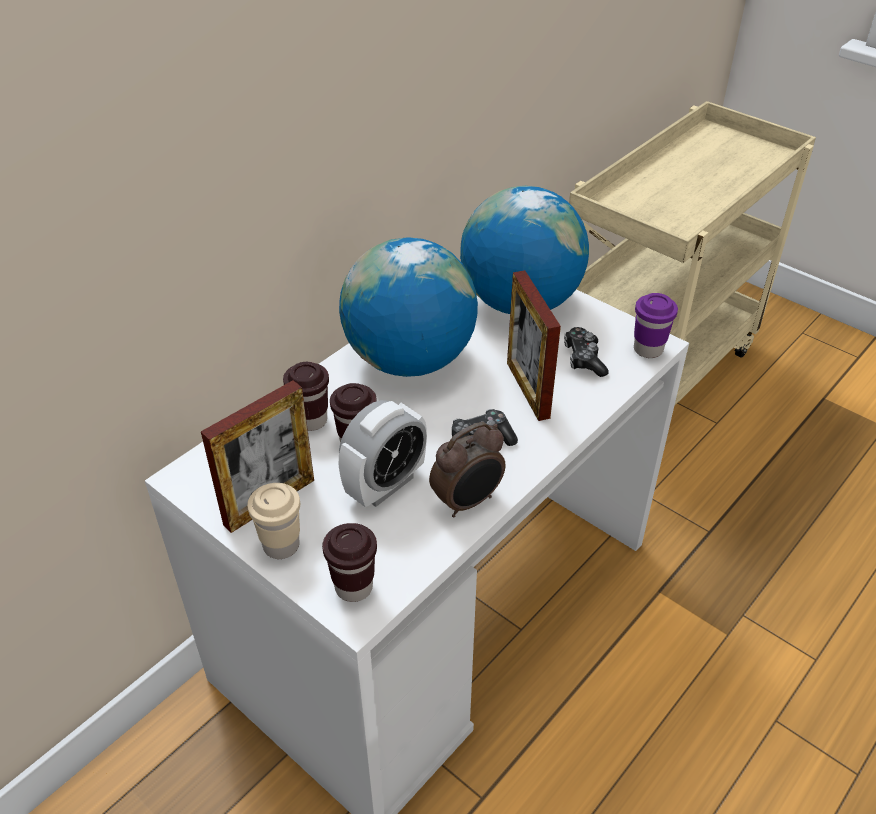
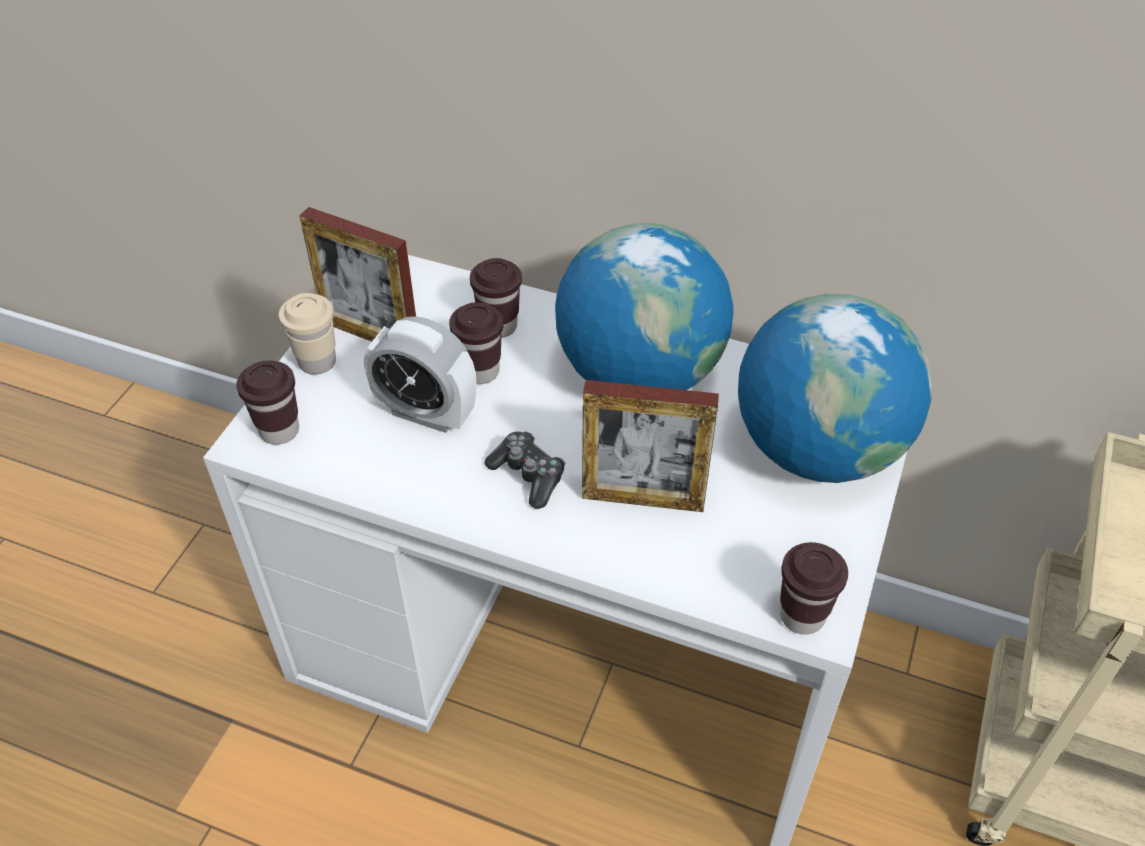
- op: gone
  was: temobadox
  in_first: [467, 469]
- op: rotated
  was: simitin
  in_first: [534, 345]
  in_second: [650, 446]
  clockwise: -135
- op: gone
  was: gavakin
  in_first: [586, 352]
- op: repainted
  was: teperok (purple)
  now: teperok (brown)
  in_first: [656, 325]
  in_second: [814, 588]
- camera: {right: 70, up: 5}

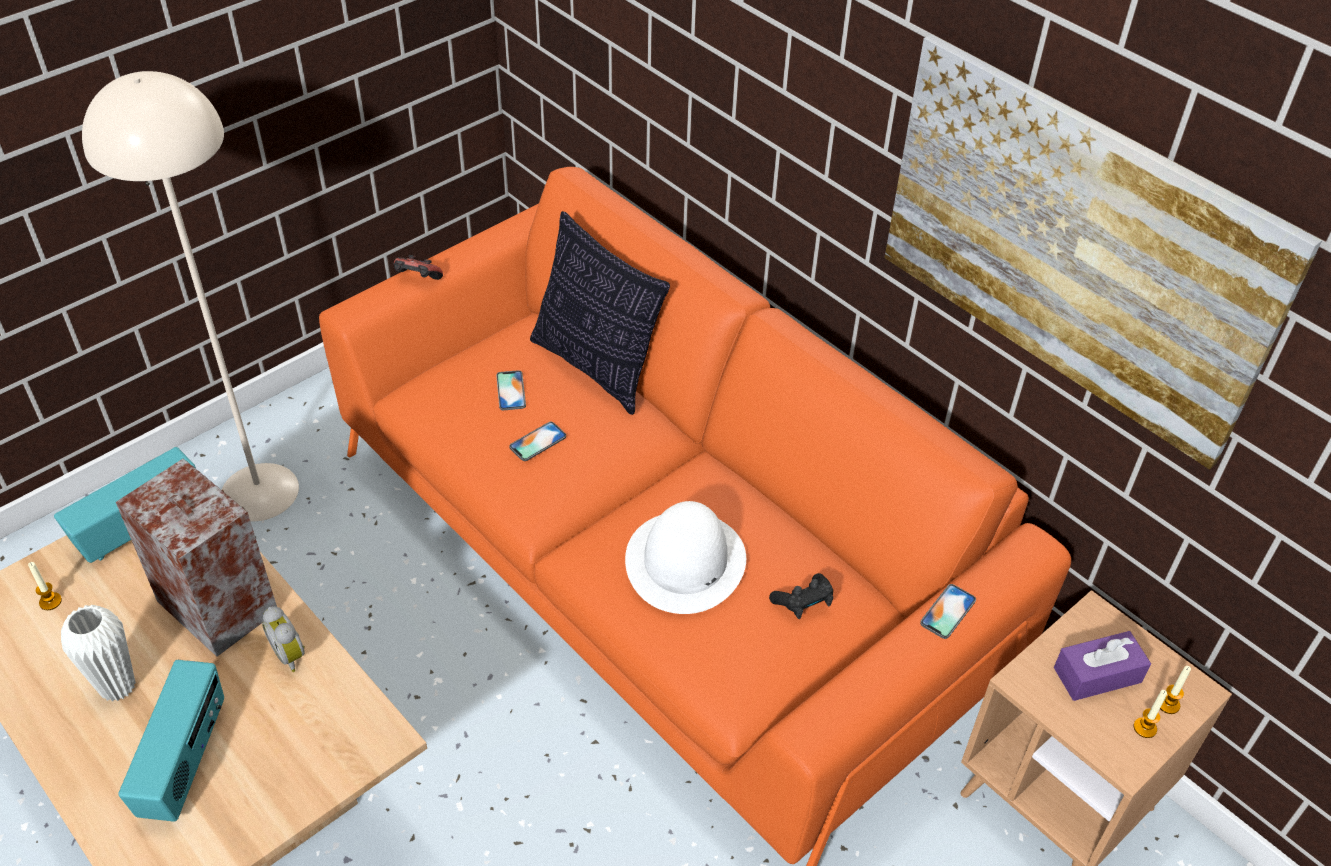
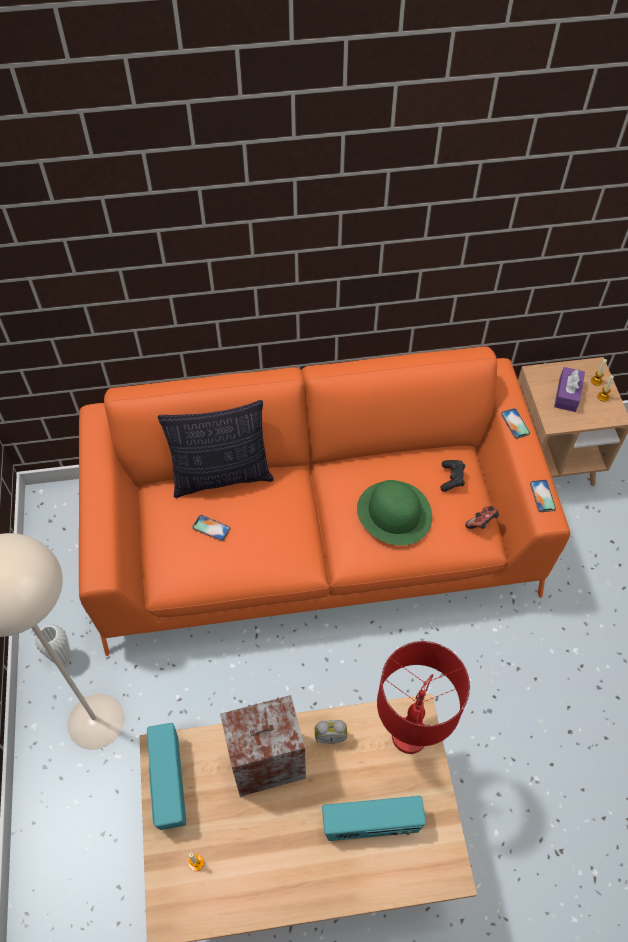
- op: shifted
  was: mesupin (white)
  in_first: [98, 653]
  in_second: [53, 645]
- op: rotated
  was: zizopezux
  in_first: [171, 741]
  in_second: [374, 818]
  clockwise: 135
- op: shifted
  was: gavakin
  in_first: [418, 267]
  in_second: [482, 517]
- op: shifted
  was: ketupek
  in_first: [537, 441]
  in_second: [543, 496]
- op: repainted
  was: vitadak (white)
  now: vitadak (green)
  in_first: [685, 557]
  in_second: [394, 513]
- op: gone
  was: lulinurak
  in_first: [1103, 252]
- op: new
  now: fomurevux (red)
  in_second: [423, 697]
- camera: {right: -55, up: 10}

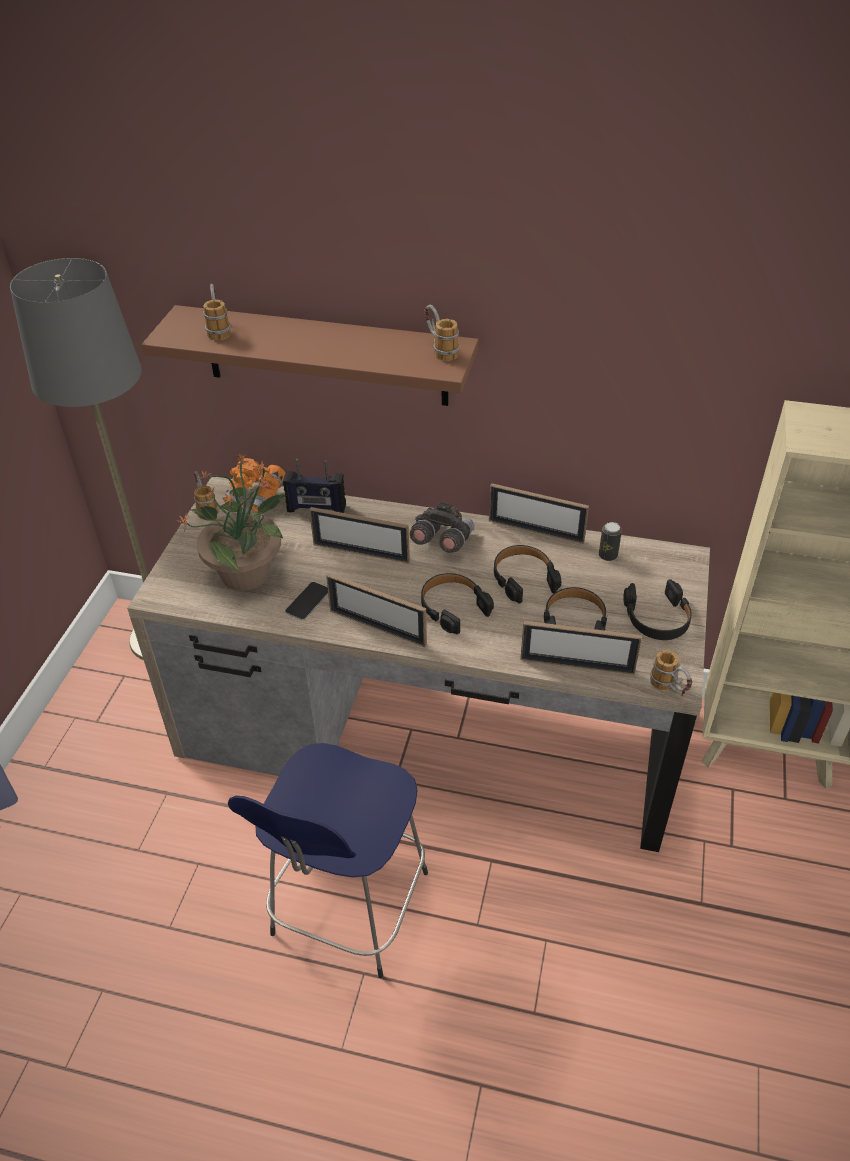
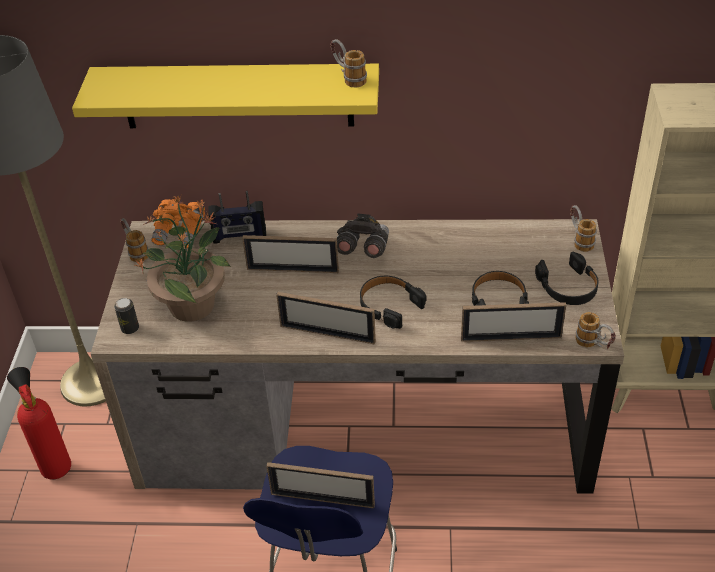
- op: repainted
  was: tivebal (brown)
  now: tivebal (yellow)
  in_first: [310, 355]
  in_second: [225, 96]
- op: shifted
  was: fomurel
  in_first: [217, 312]
  in_second: [583, 228]
- op: gone
  was: ketupek
  in_first: [306, 601]
- op: shifted
  was: simitin
  in_first: [539, 513]
  in_second: [320, 485]
- op: gone
  was: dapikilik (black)
  in_first: [527, 574]
- op: shifted
  was: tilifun
  in_first: [610, 541]
  in_second: [126, 316]
- op: new
  now: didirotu
  in_second: [39, 423]
- camera: {right: -10, up: 0}

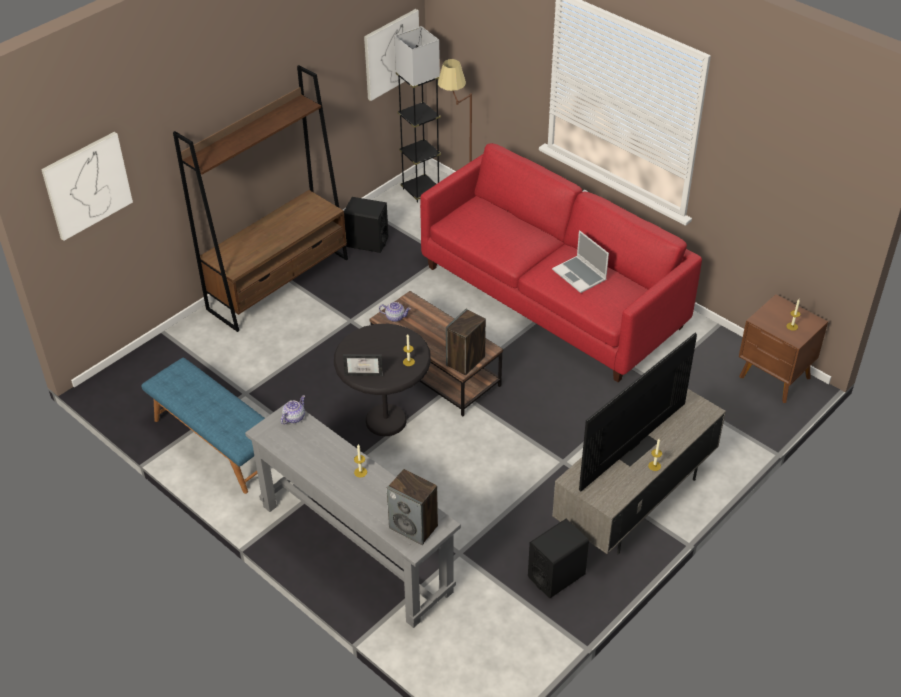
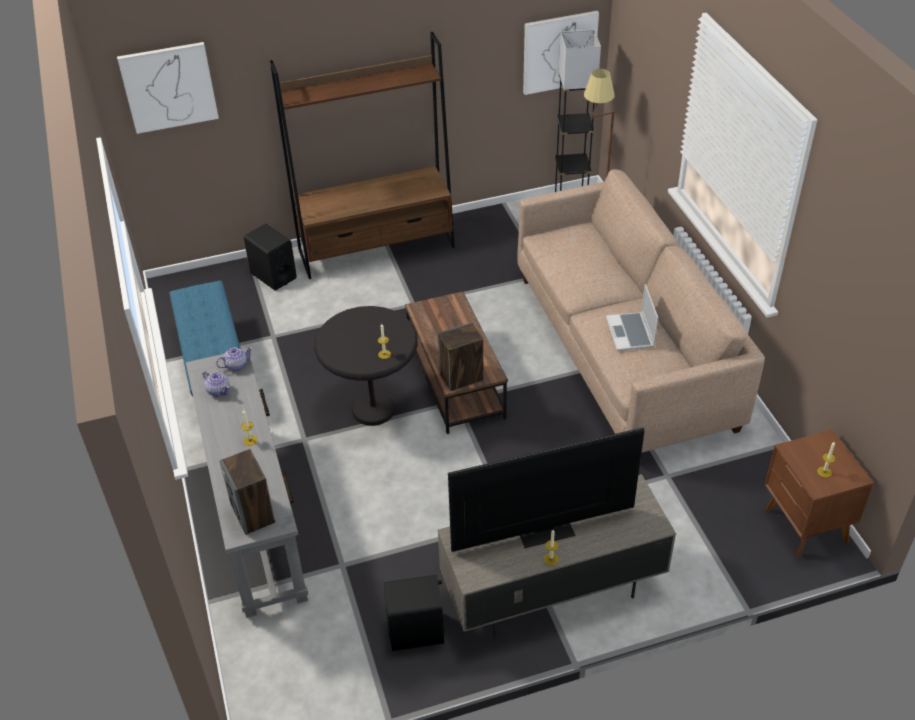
- op: gone
  was: simitin
  in_first: [363, 365]
- op: shifted
  was: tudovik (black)
  in_first: [366, 225]
  in_second: [270, 257]
- op: shifted
  was: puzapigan
  in_first: [395, 312]
  in_second: [216, 384]
- op: repainted
  was: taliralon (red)
  now: taliralon (beige)
  in_first: [561, 262]
  in_second: [641, 311]
- camera: {right: 30, up: 0}

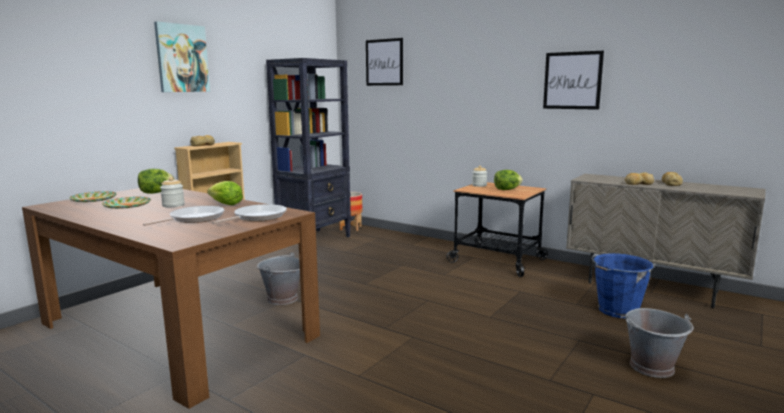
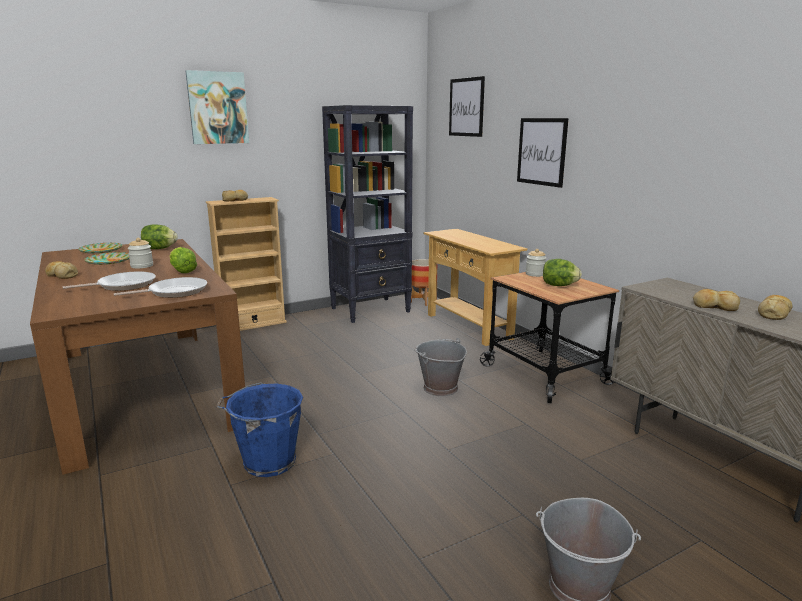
- op: shifted
  was: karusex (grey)
  in_first: [278, 279]
  in_second: [441, 367]
- op: shifted
  was: lulinurak
  in_first: [573, 80]
  in_second: [542, 153]
- op: shifted
  was: karusex (blue)
  in_first: [622, 285]
  in_second: [259, 429]
- op: new
  now: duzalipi
  in_second: [61, 270]
- op: new
  now: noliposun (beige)
  in_second: [475, 287]
- camera: {right: 25, up: 5}

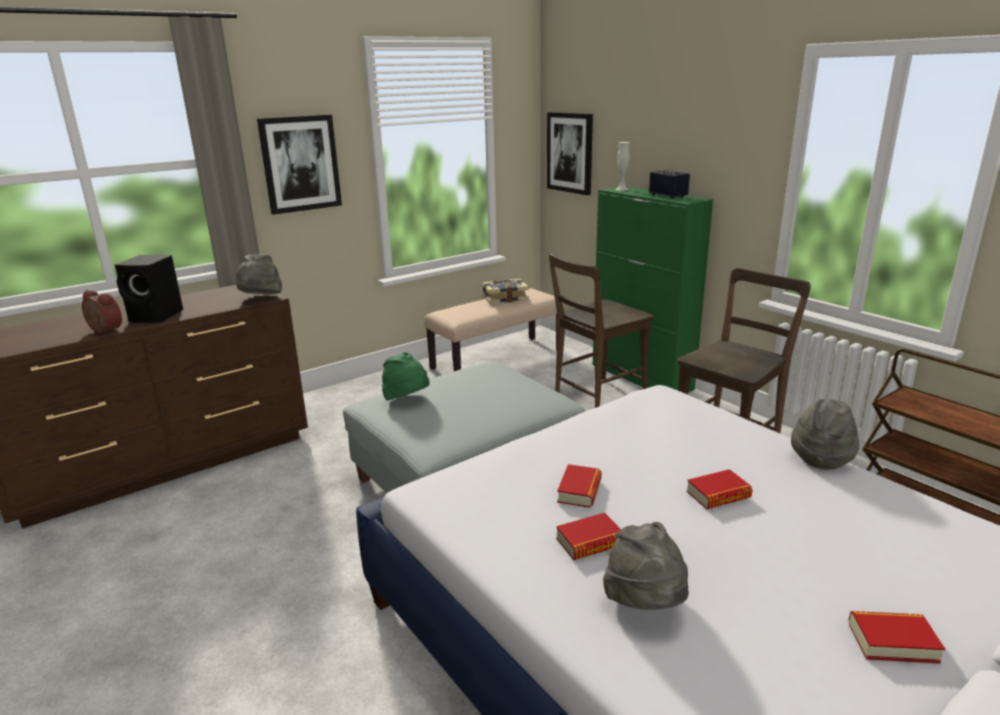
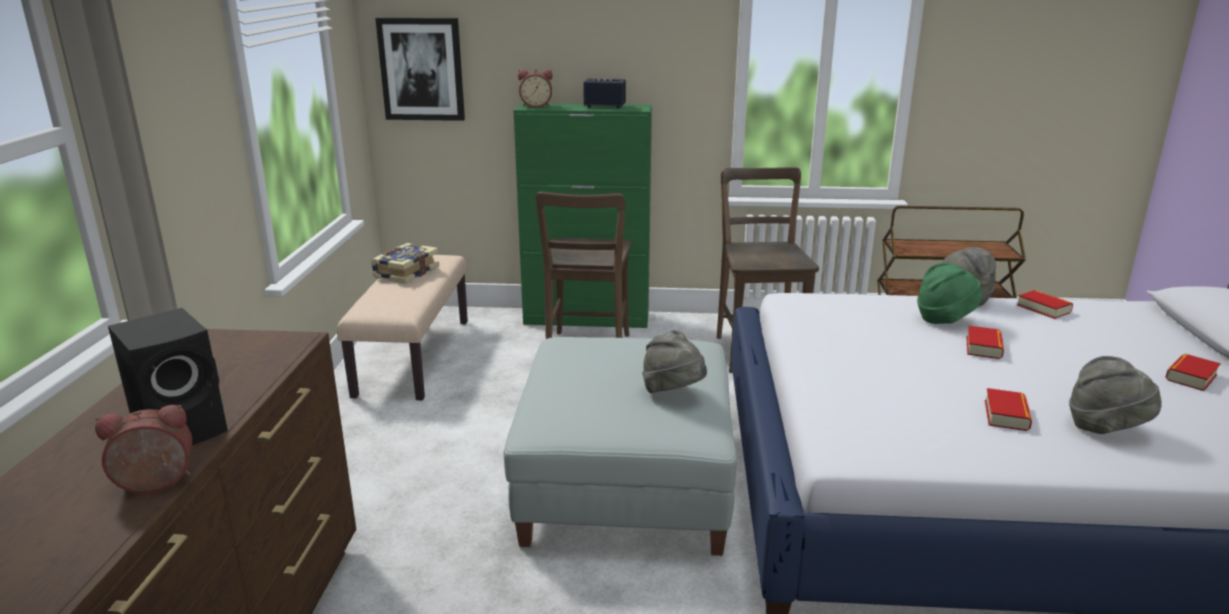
- op: shifted
  was: vitadak (grey)
  in_first: [259, 274]
  in_second: [674, 361]
- op: gone
  was: lulinurak
  in_first: [299, 164]
- op: shifted
  was: vitadak (green)
  in_first: [406, 376]
  in_second: [949, 293]
- op: shifted
  was: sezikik
  in_first: [579, 486]
  in_second: [1045, 304]
- op: swapped
  was: mesupin (white)
  now: temobadox
  in_first: [623, 166]
  in_second: [535, 89]
- camera: {right: -50, up: 0}

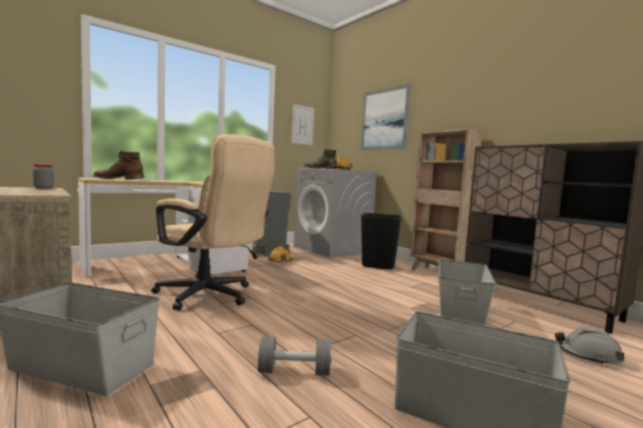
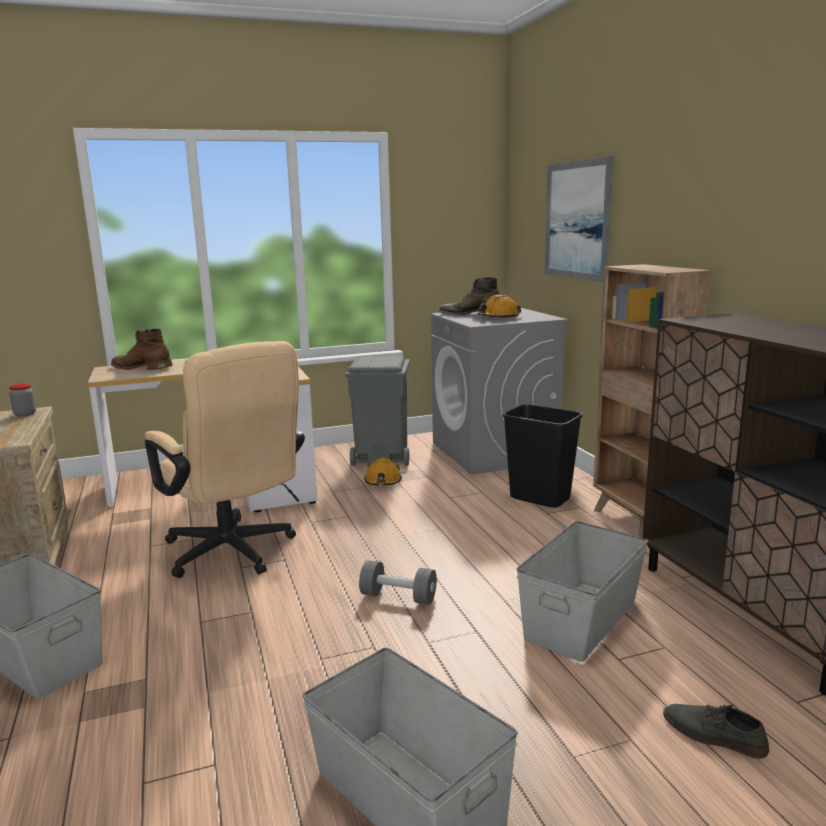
- op: shifted
  was: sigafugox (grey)
  in_first: [295, 356]
  in_second: [398, 582]
- op: gone
  was: lulinurak
  in_first: [302, 124]
- op: swapped
  was: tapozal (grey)
  now: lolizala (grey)
  in_first: [589, 346]
  in_second: [716, 731]
- camera: {right: 20, up: 10}

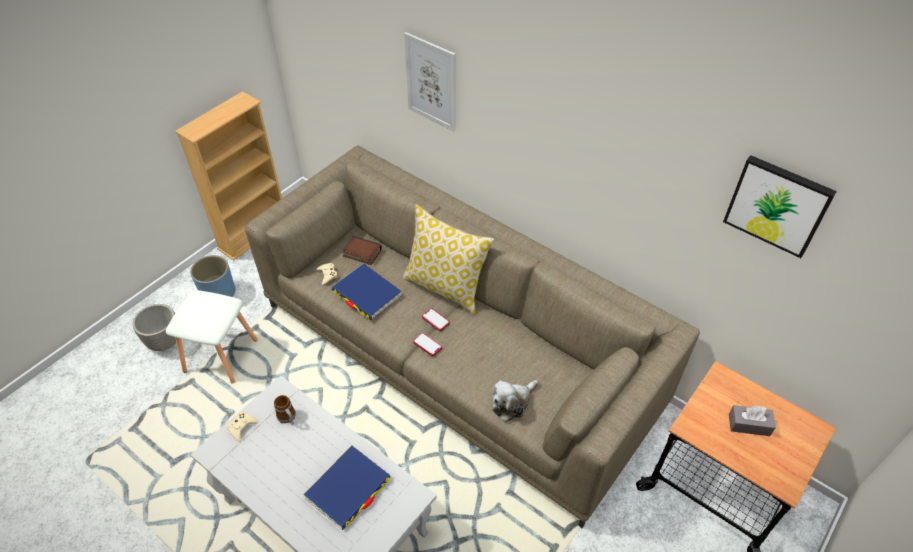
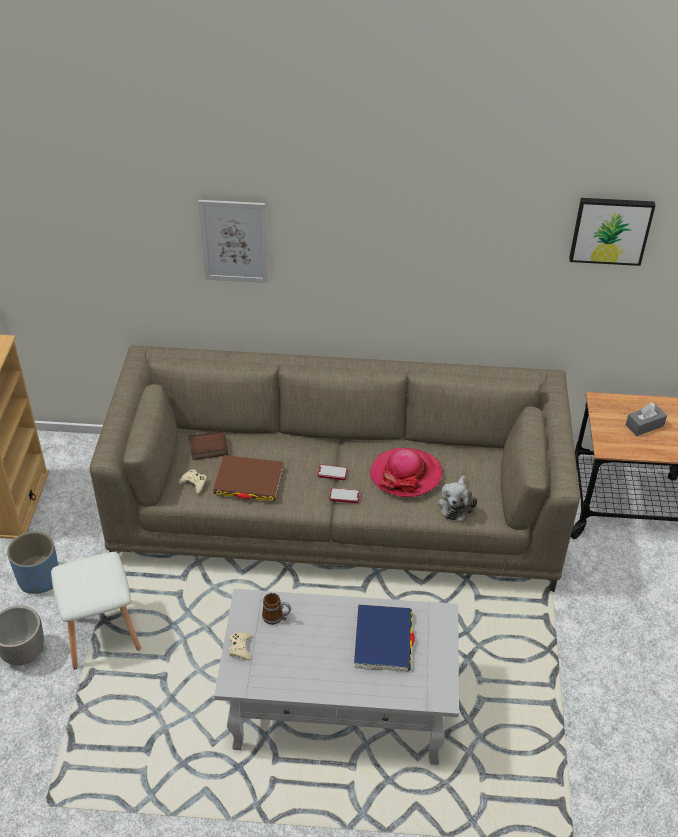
- op: repainted
  was: sezikik (blue)
  now: sezikik (brown)
  in_first: [367, 291]
  in_second: [248, 478]
- op: gone
  was: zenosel
  in_first: [448, 259]
- op: new
  now: vitadak
  in_second: [406, 472]
- camera: {right: -35, up: -5}

